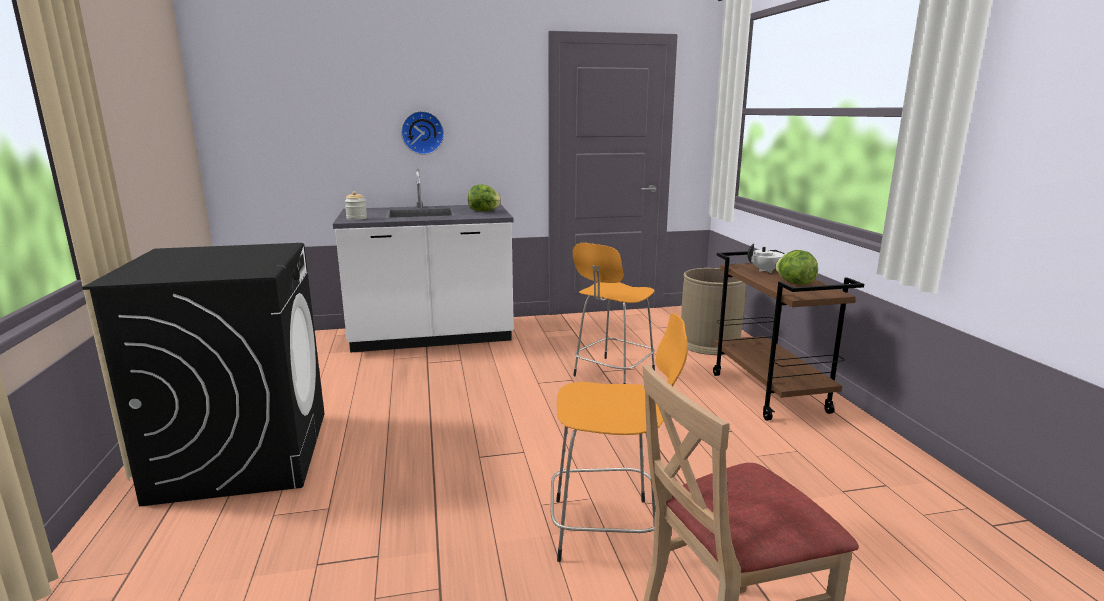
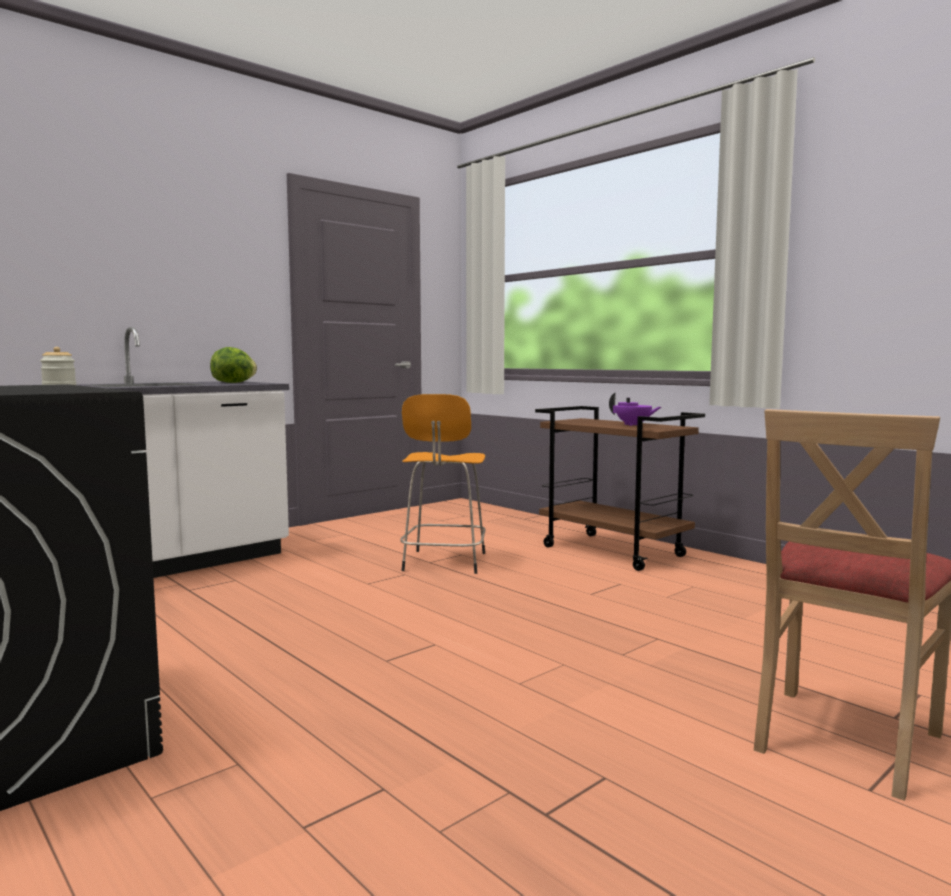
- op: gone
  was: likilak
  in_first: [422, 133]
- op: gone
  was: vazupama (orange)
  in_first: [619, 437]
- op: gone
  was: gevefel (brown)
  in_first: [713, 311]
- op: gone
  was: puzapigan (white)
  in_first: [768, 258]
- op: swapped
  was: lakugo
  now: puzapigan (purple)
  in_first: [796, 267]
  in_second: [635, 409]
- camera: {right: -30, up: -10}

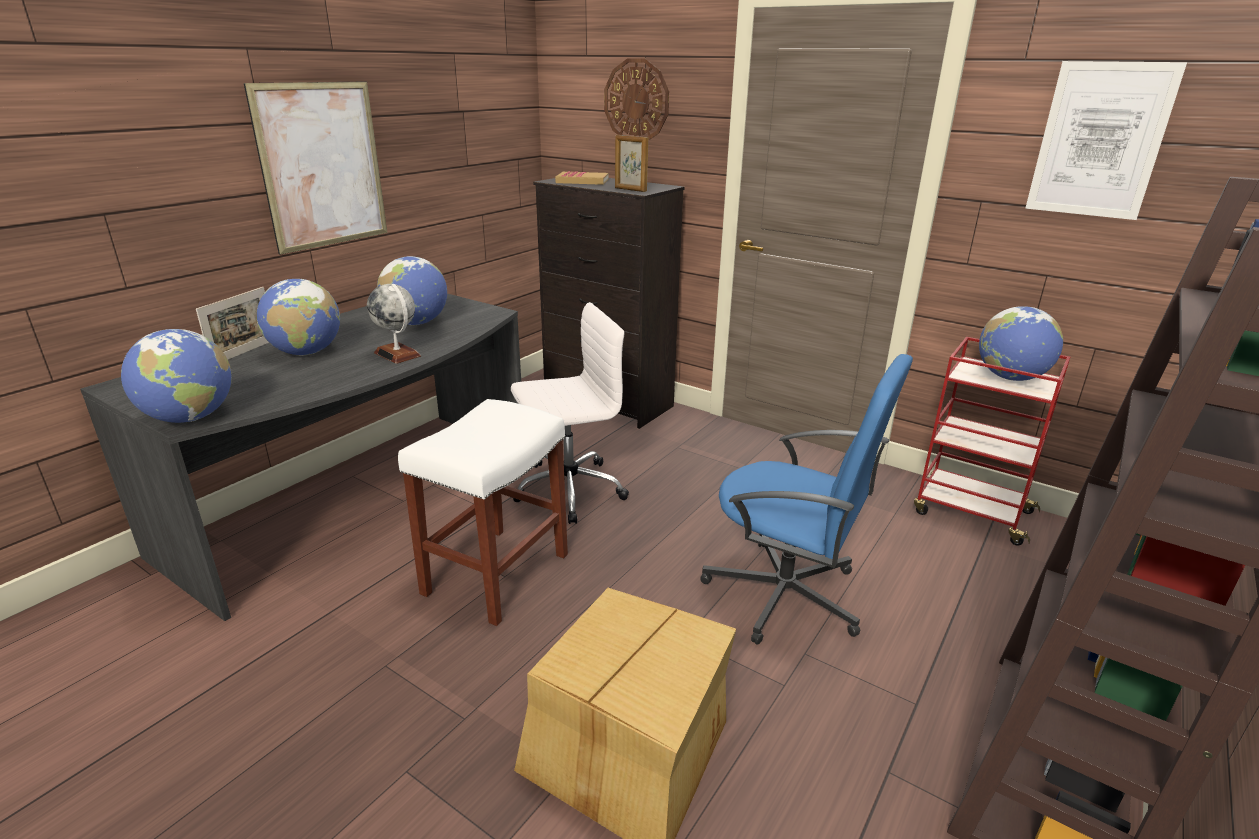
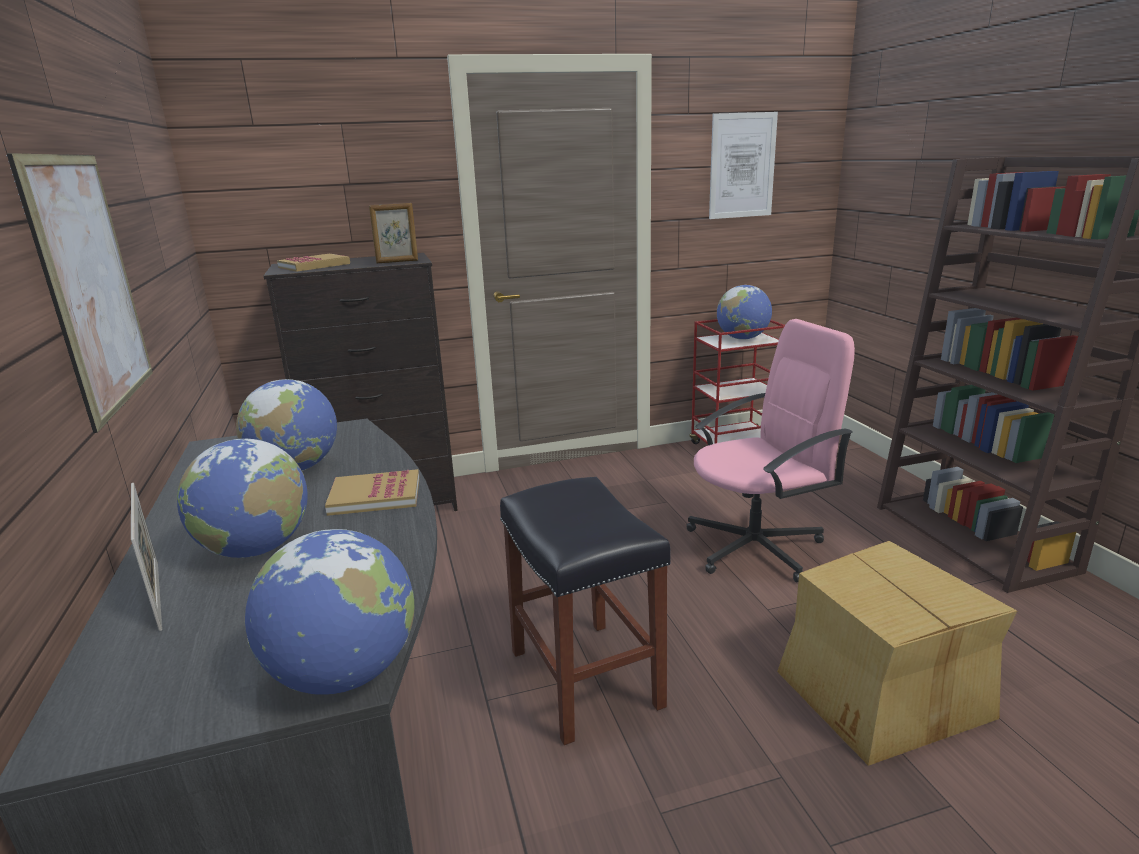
- op: swapped
  was: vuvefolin
  now: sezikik
  in_first: [394, 324]
  in_second: [372, 492]
- op: repainted
  was: vazupama (white)
  now: vazupama (black)
  in_first: [483, 512]
  in_second: [585, 611]
- op: gone
  was: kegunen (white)
  in_first: [570, 413]
- op: gone
  was: likilak
  in_first: [636, 99]
- op: repainted
  was: kegunen (blue)
  now: kegunen (pink)
  in_first: [806, 499]
  in_second: [771, 450]
- camera: {right: -50, up: -5}

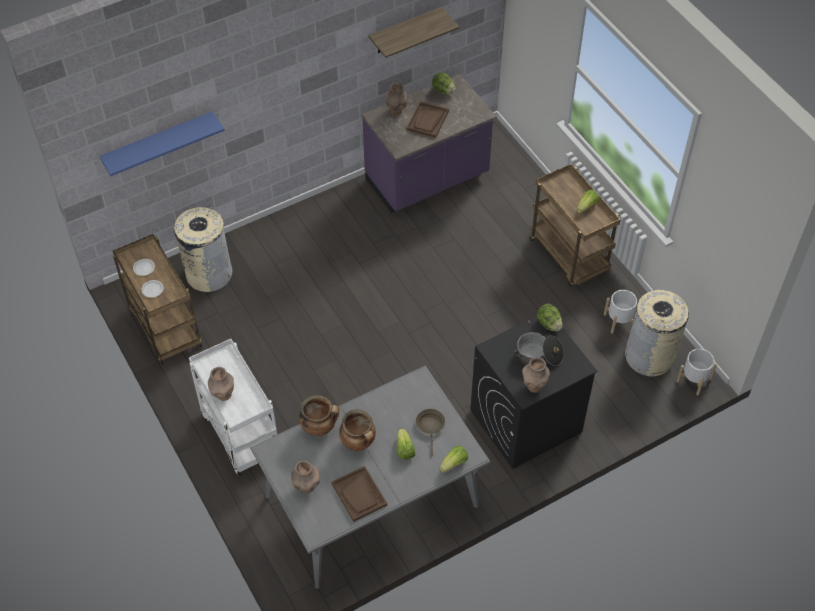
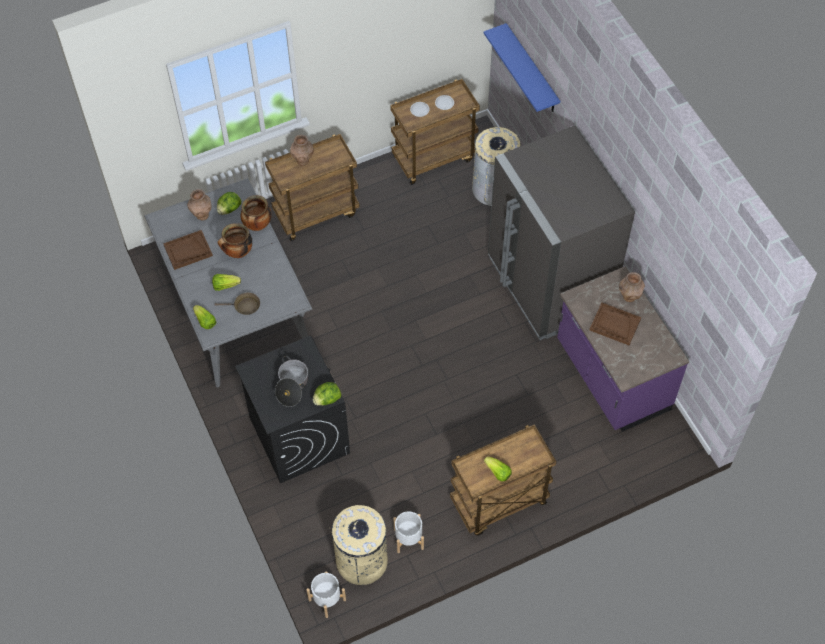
- op: repainted
  was: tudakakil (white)
  now: tudakakil (brown)
  in_first: [233, 407]
  in_second: [312, 187]
- op: gone
  was: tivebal
  in_first: [414, 32]
- op: shifted
  was: lakugo
  in_first: [444, 83]
  in_second: [229, 203]
- op: gone
  was: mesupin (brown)
  in_first: [536, 375]
- op: new
  now: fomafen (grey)
  in_second: [561, 232]
- camera: {right: 95, up: 5}

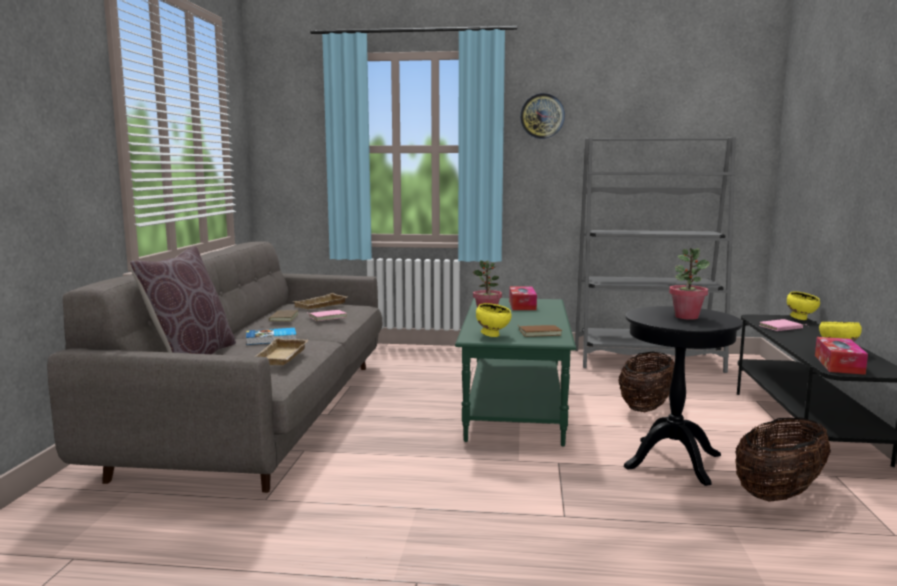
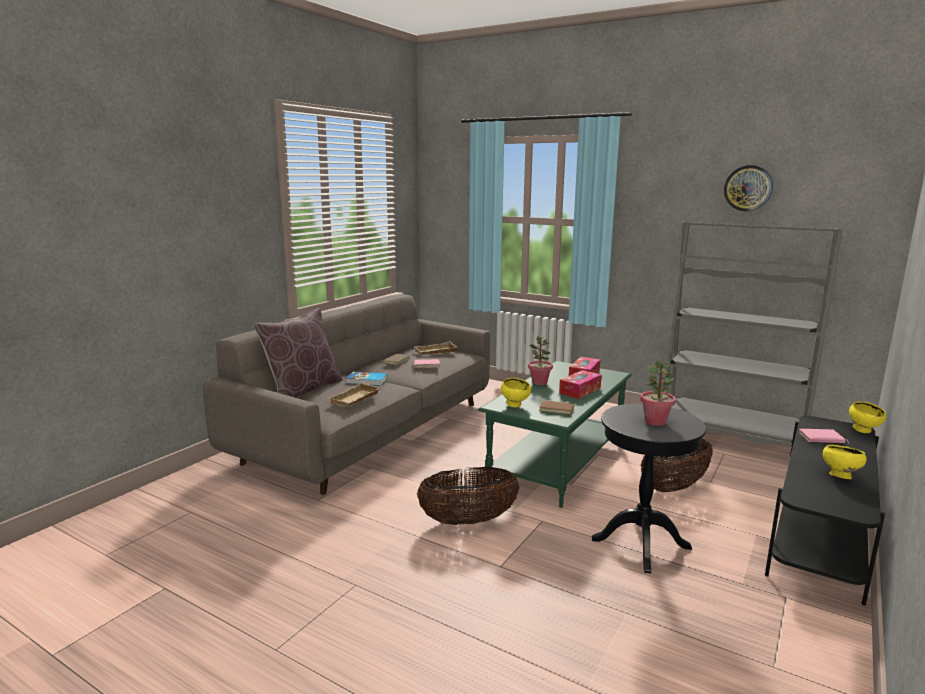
- op: shifted
  was: likilak
  in_first: [542, 116]
  in_second: [748, 188]
- op: shifted
  was: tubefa
  in_first: [783, 459]
  in_second: [468, 496]
- op: shifted
  was: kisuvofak
  in_first: [841, 356]
  in_second: [580, 384]
- camera: {right: 25, up: 5}

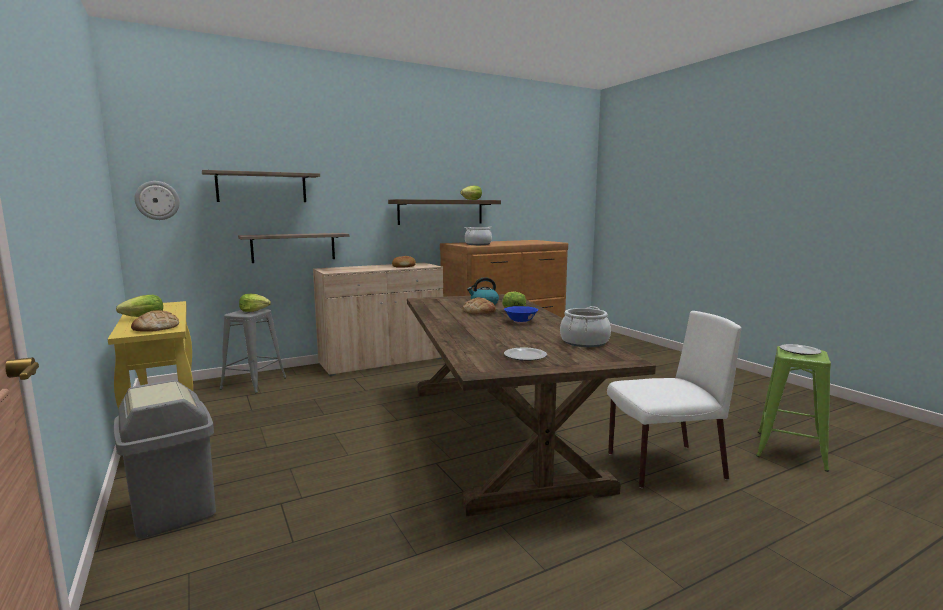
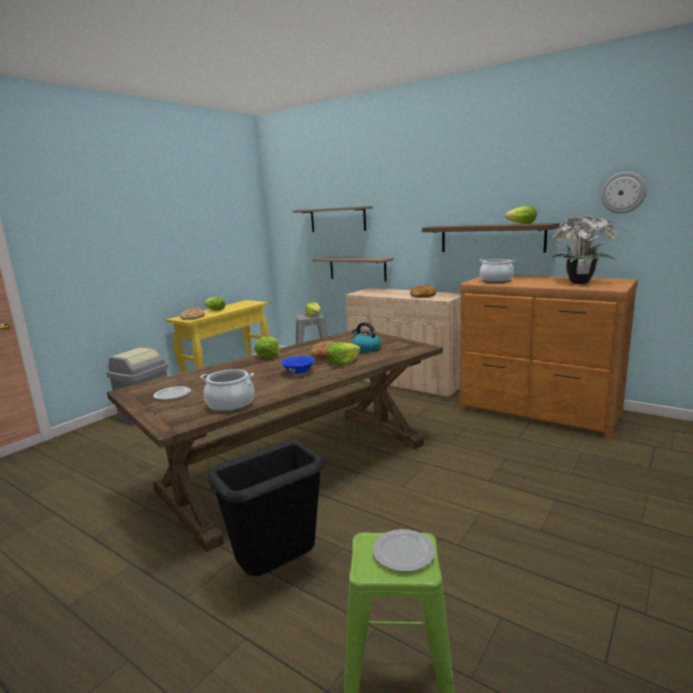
- op: shifted
  was: likilak
  in_first: [157, 200]
  in_second: [624, 193]
- op: swapped
  was: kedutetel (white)
  now: gevefel (black)
  in_first: [674, 399]
  in_second: [266, 508]
- op: new
  now: lakugo
  in_second: [267, 347]
- op: new
  now: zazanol
  in_second: [585, 249]
- camera: {right: 65, up: 5}

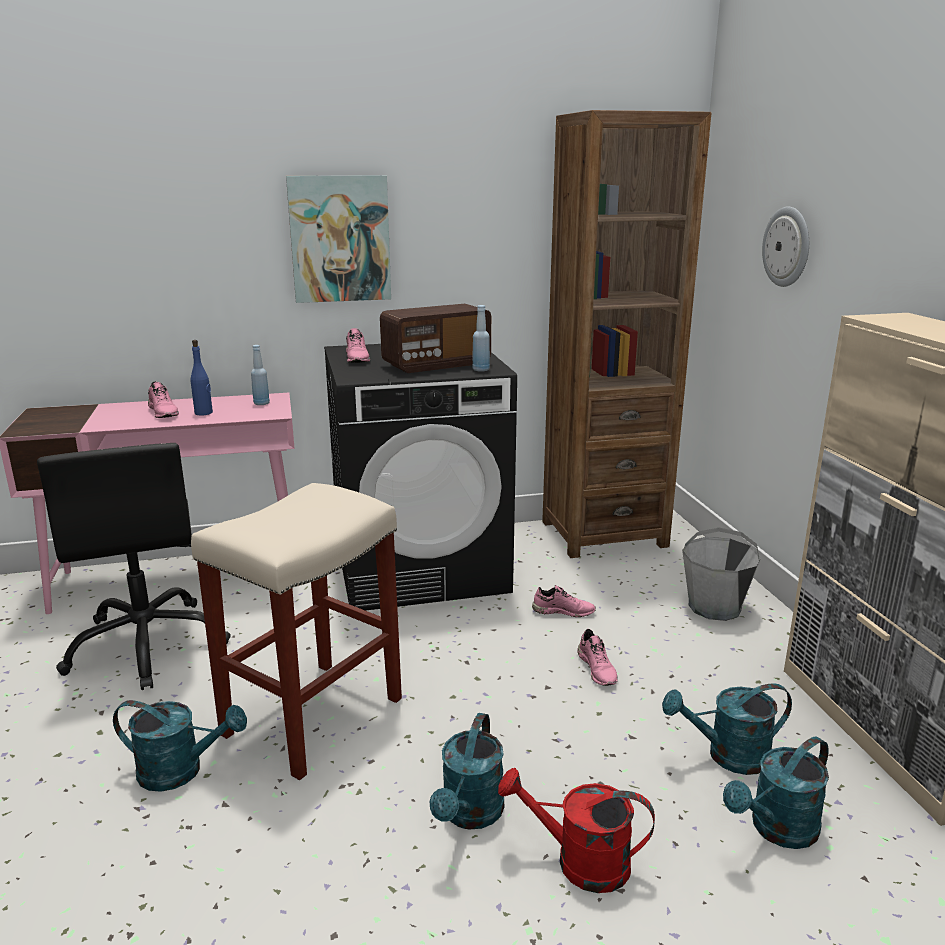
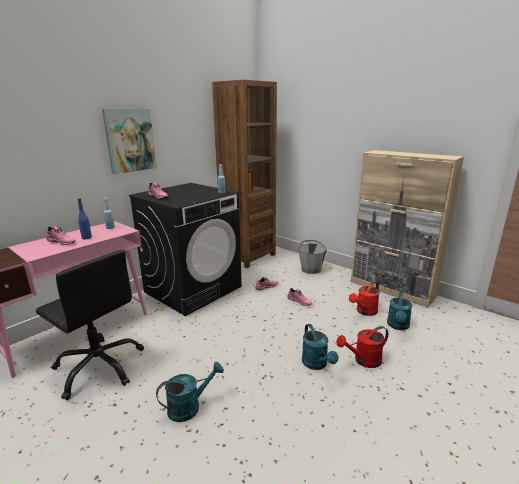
- op: gone
  was: vazupama (beige)
  in_first: [296, 631]
- op: gone
  was: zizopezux
  in_first: [435, 338]
- op: repainted
  was: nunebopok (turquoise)
  now: nunebopok (red)
  in_first: [727, 729]
  in_second: [364, 298]
- op: gone
  was: likilak
  in_first: [785, 246]
- camera: {right: -35, up: 0}

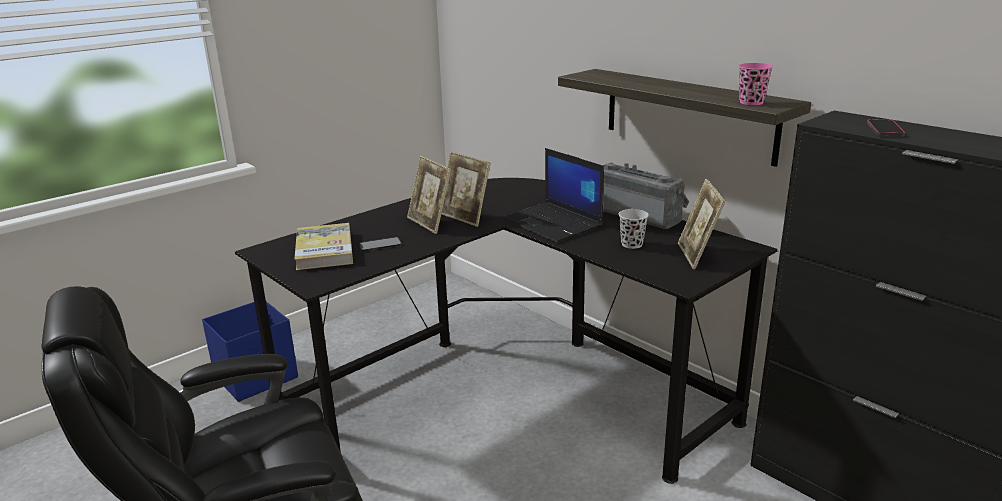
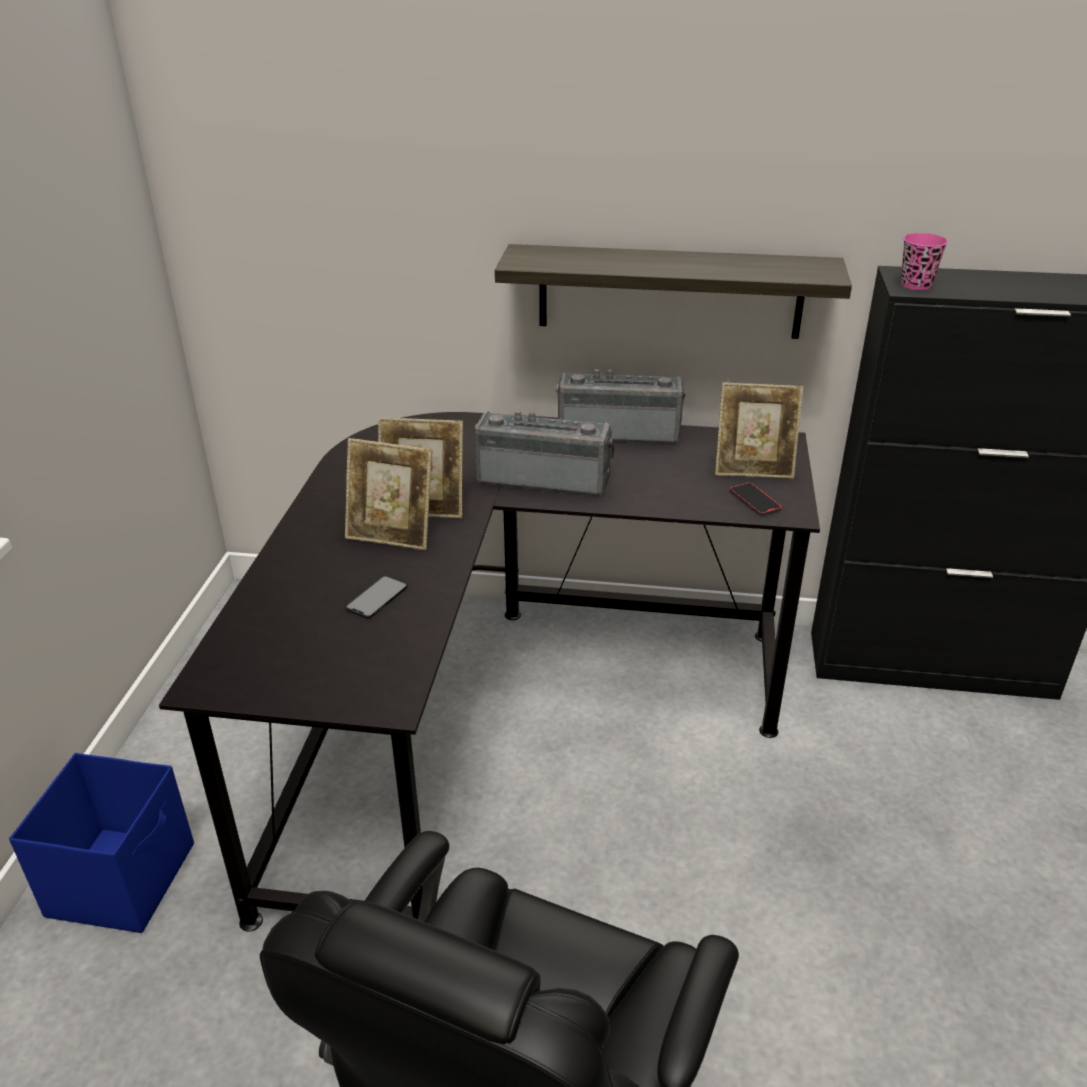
- op: gone
  was: sezikik
  in_first: [323, 246]
- op: swapped
  was: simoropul
  now: zizopezux
  in_first: [552, 195]
  in_second: [544, 453]
- op: gone
  was: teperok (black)
  in_first: [634, 229]
- op: rotated
  was: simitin
  in_first: [702, 224]
  in_second: [759, 430]
  clockwise: -45
- op: shifted
  was: teperok (pink)
  in_first: [755, 84]
  in_second: [924, 261]
- op: shifted
  was: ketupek
  in_first: [886, 127]
  in_second: [756, 499]
- camera: {right: -40, up: 10}

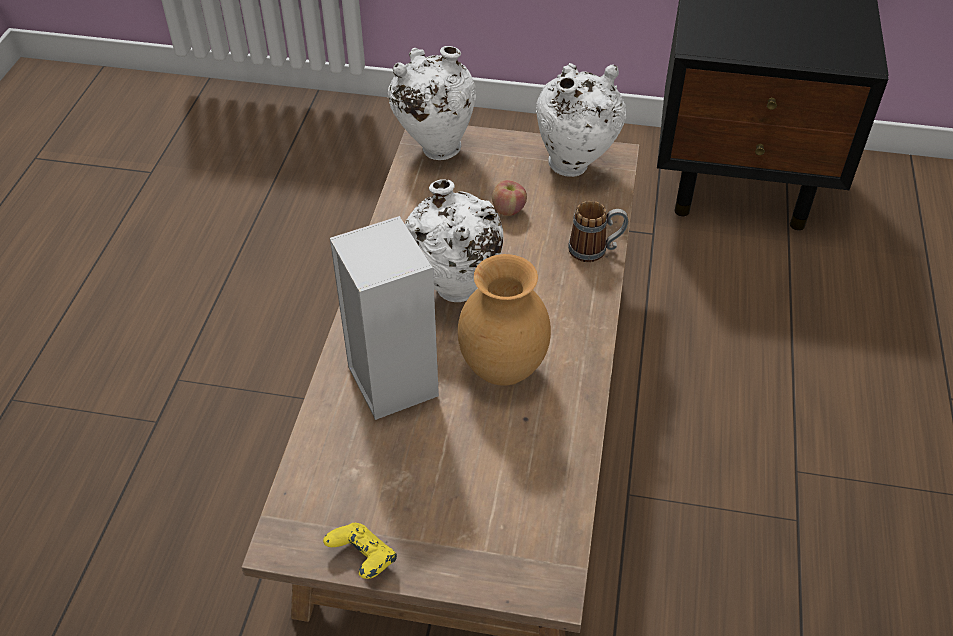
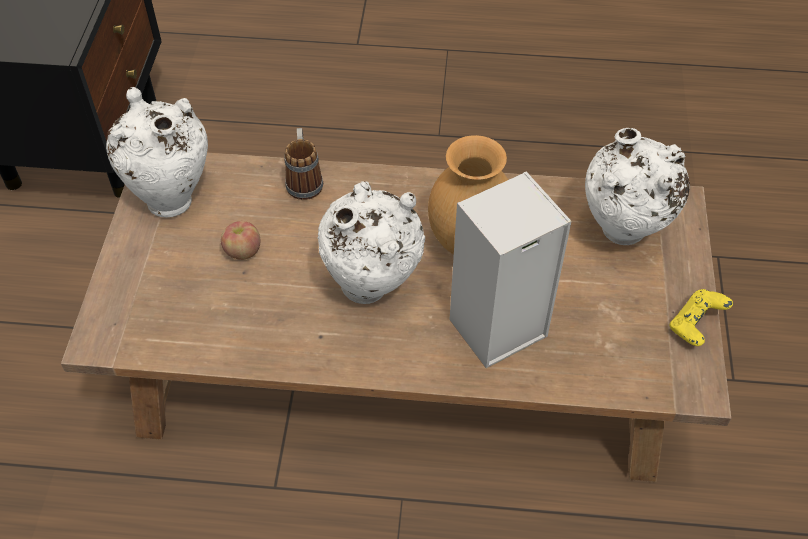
- op: shifted
  was: mesupin (white)
  in_first: [432, 103]
  in_second: [637, 186]
- camera: {right: -95, up: 5}

